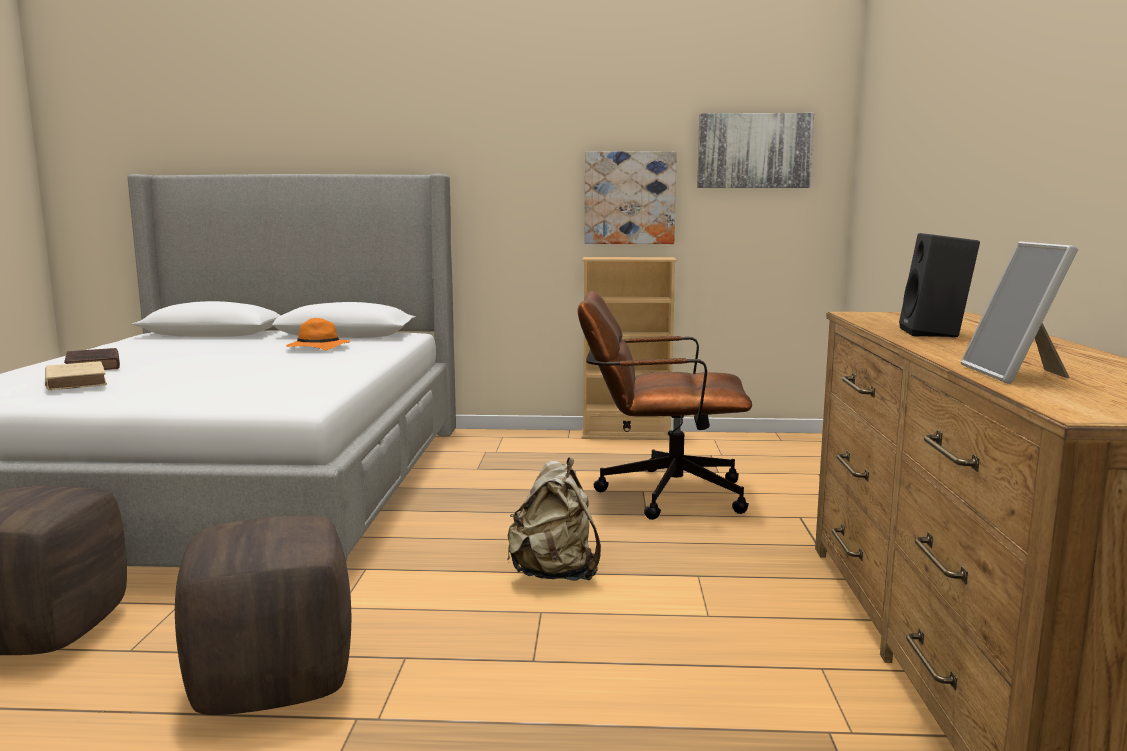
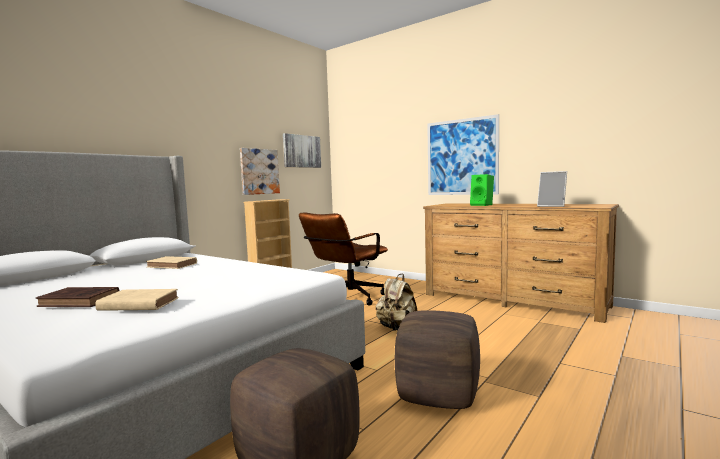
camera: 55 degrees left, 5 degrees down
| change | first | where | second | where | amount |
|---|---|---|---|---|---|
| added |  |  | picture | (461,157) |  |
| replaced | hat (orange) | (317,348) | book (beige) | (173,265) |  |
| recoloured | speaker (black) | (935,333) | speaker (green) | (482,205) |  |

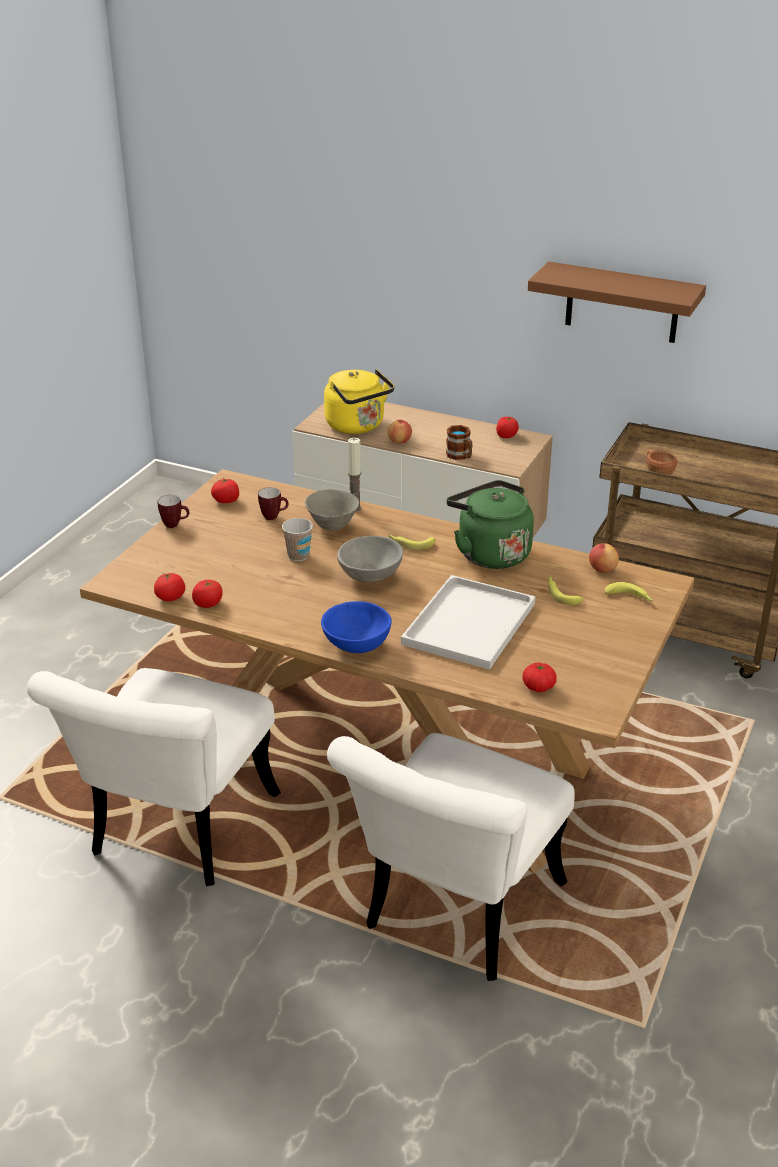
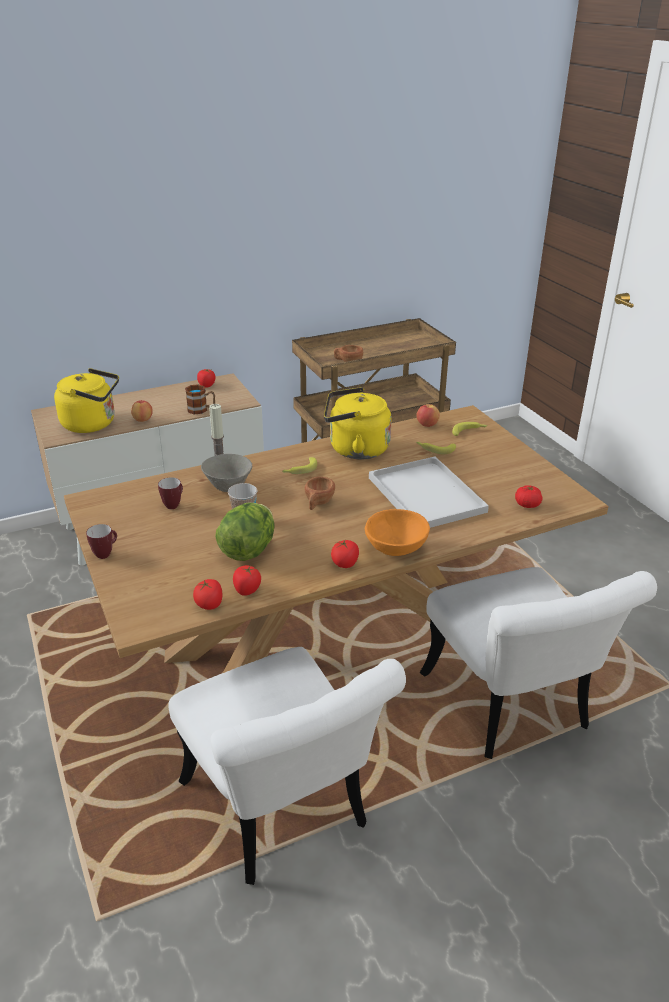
camera: 50 degrees left, 0 degrees up
| change | first | where | second | where | amount |
|---|---|---|---|---|---|
| removed | shelf (brown) | (622,303) |  |  |  |
| added |  |  | lettuce | (248,550) |  |
| moved | tomato | (226,500) |  | (345,563) |  |
| replaced | bowl (grey) | (371,577) | cup (brown) | (318,504) |  |
| recoloured | bowl (blue) | (356,647) | bowl (orange) | (396,550) |  |
| recoloured | kettle (green) | (490,553) | kettle (yellow) | (355,449) |  |

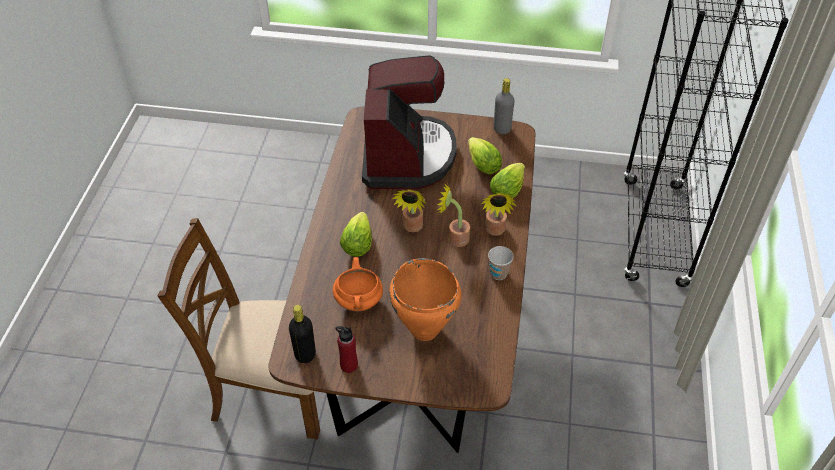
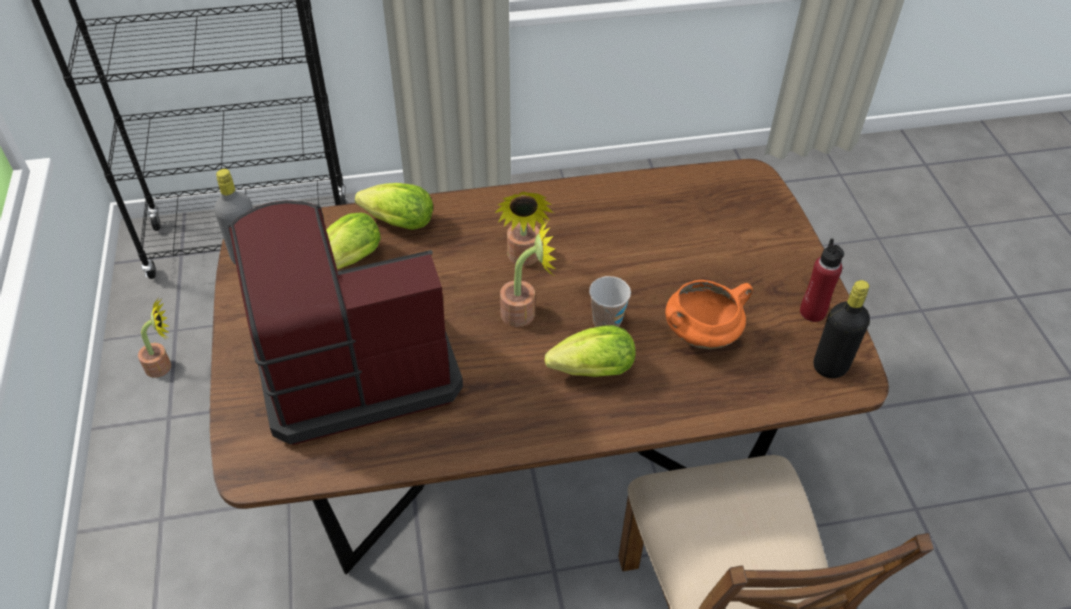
camera: 110 degrees left, 0 degrees up
| change | first | where | second | where | amount |
|---|---|---|---|---|---|
| removed | cooking pot (orange) | (424,330) |  |  |  |
| moved | potted plant | (495,231) |  | (164,366) |  |
| moved | cup | (498,274) |  | (606,322) |  |

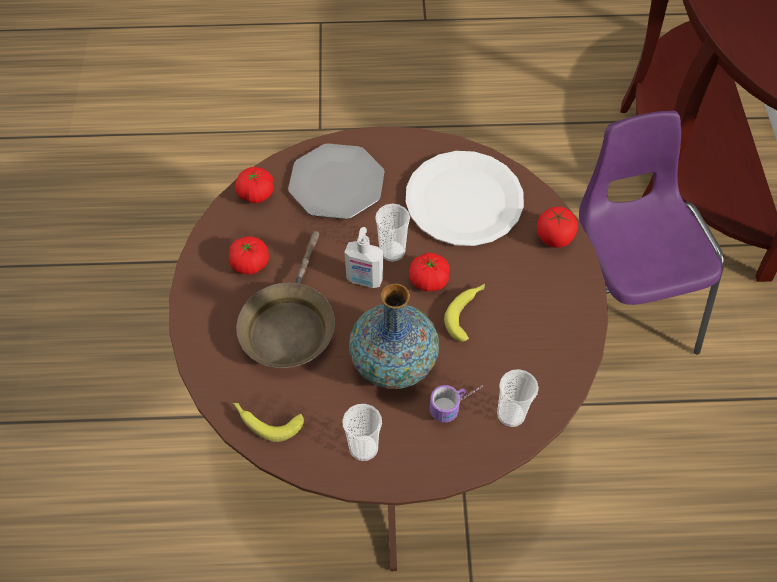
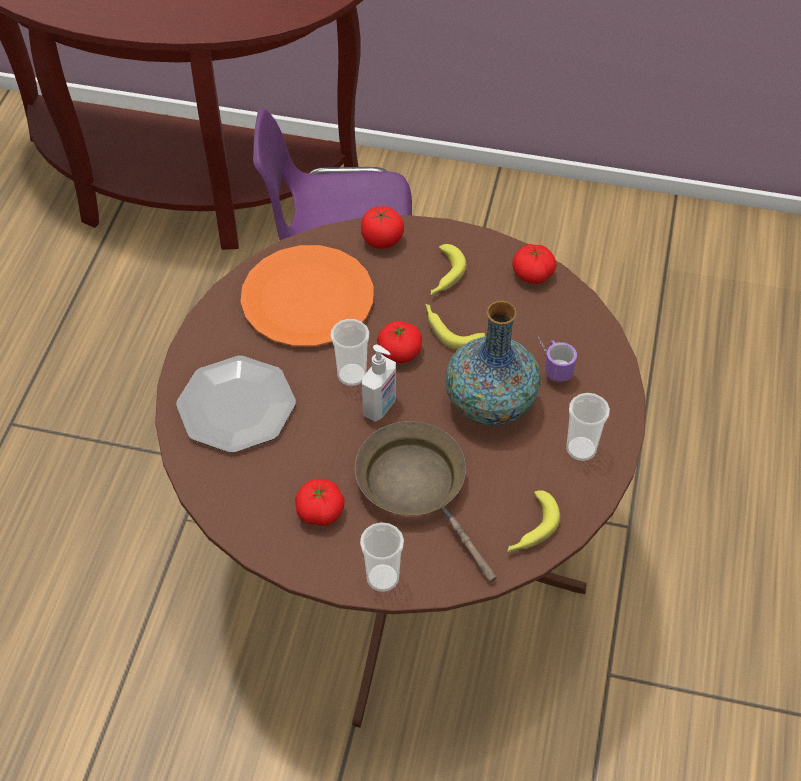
camera: 75 degrees left, 5 degrees down
| change | first | where | second | where | amount |
|---|---|---|---|---|---|
| added |  |  | banana | (443,276) |  |
| moved | tomato | (256,193) |  | (532,274) |  |
| moved | cup | (511,414) |  | (382,578) |  |
| recoloured | plate (white) | (463,200) | plate (orange) | (307,299) |  |
| turned | frying pan (brown) | (289,325) |  | (417,487) | 150 degrees counterclockwise |

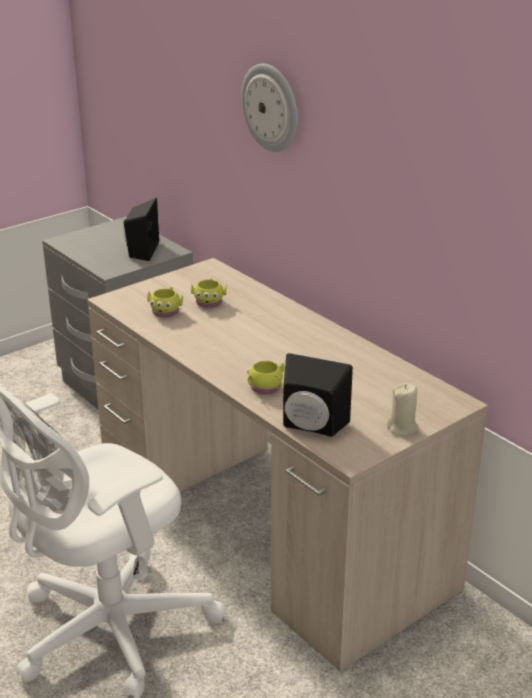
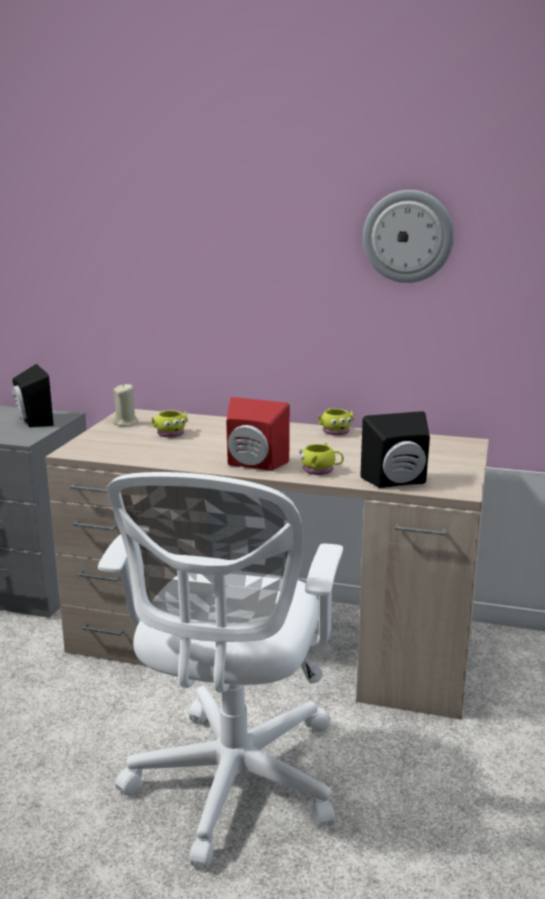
camera: 35 degrees left, 10 degrees down
| change | first | where | second | where | amount |
|---|---|---|---|---|---|
| added |  |  | speaker (red) | (253,465) |  |
| moved | mug (yellow) | (166,310) |  | (334,431) |  |
| moved | wall clock | (271,107) |  | (408,236) |  |
| moved | candle (beige) | (402,427) |  | (126,423) |  |

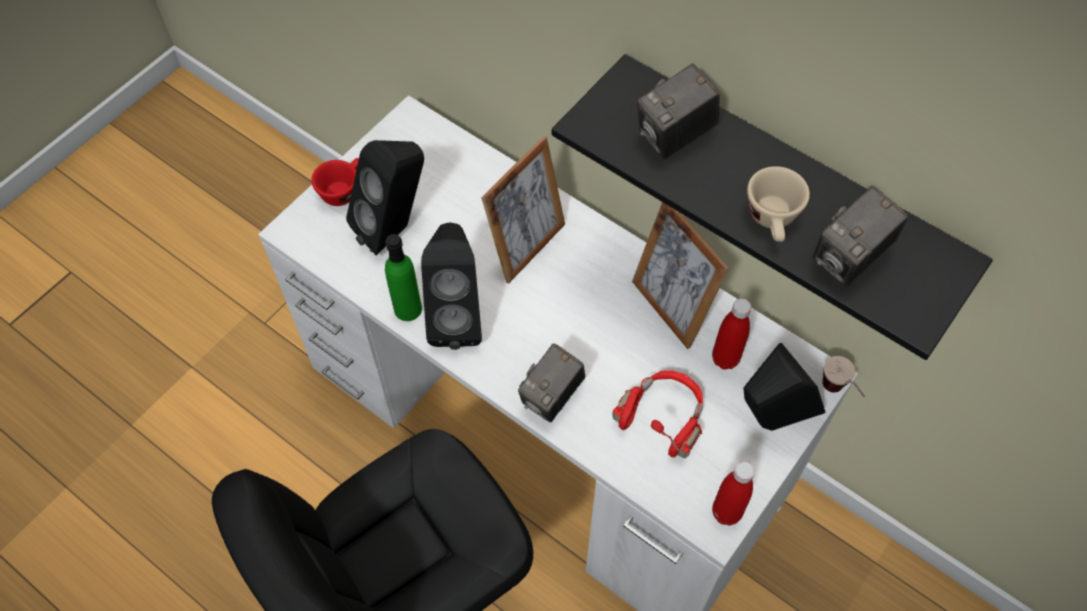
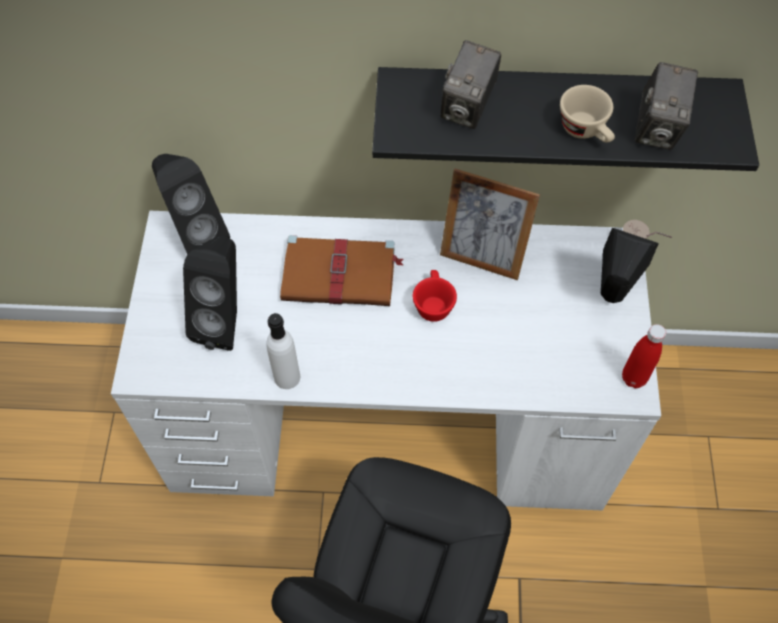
camera: 35 degrees left, 0 degrees up
| change | first | where | second | where | amount |
|---|---|---|---|---|---|
| removed | photo camera | (552,397) |  |  |  |
| removed | headphones (red) | (662,418) |  |  |  |
| removed | bottle (red) | (725,359) |  |  |  |
| moved | cup (red) | (342,190) |  | (432,304) |  |
| moved | speaker (black) | (456,317) |  | (195,236) |  |
| replaced | picture frame | (526,246) | book (brown) | (341,274) |  |
| recoloured | bottle (green) | (408,309) | bottle (white) | (287,377) |  |

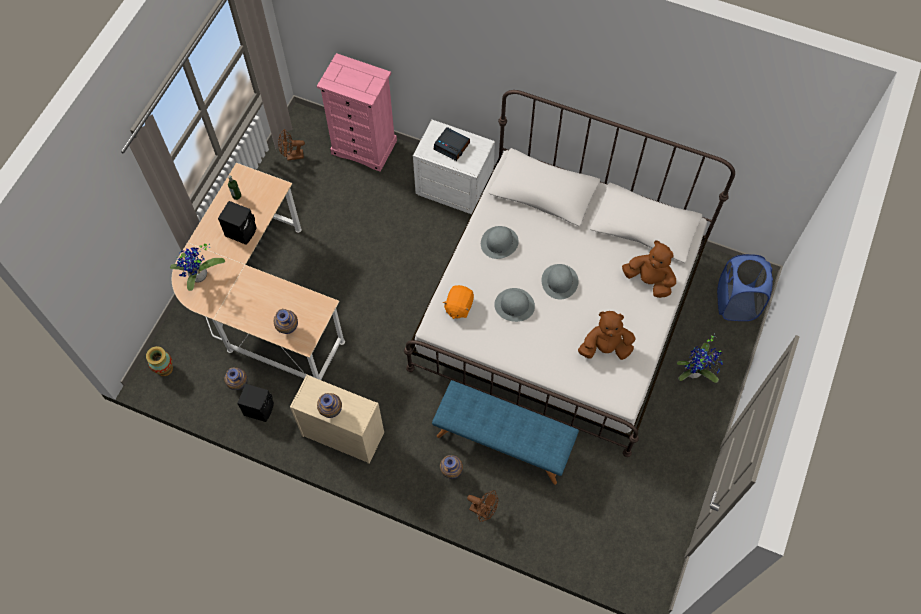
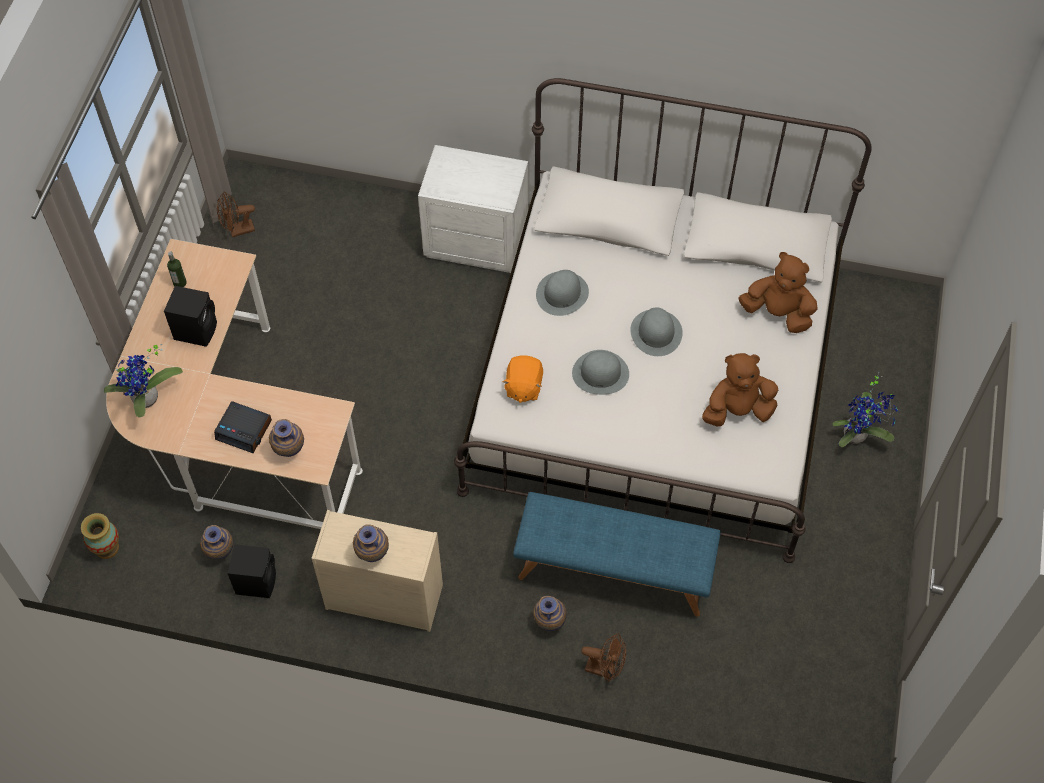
camera: 10 degrees left, 5 degrees down
| change | first | where | second | where | amount |
|---|---|---|---|---|---|
| removed | dresser (pink) | (364,147) |  |  |  |
| removed | laundry basket (blue) | (736,303) |  |  |  |
| moved | alarm clock | (452,146) |  | (244,430) |  |

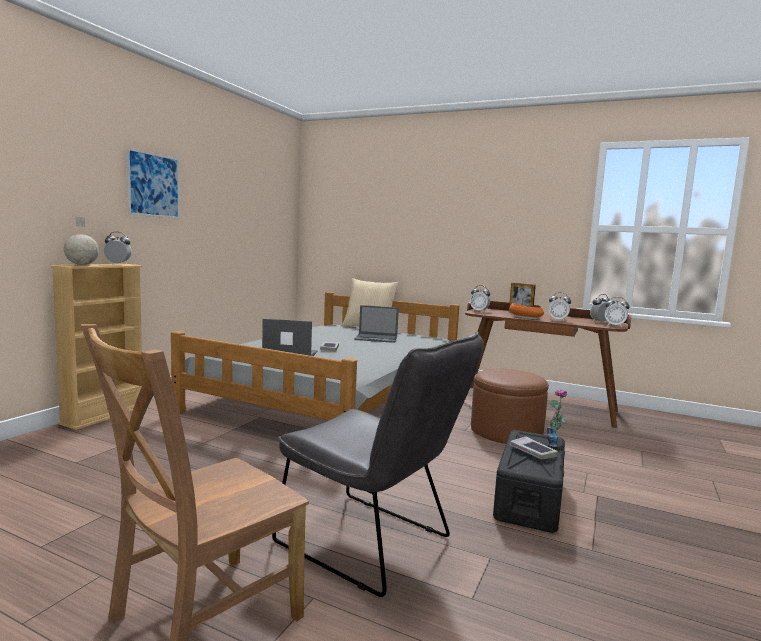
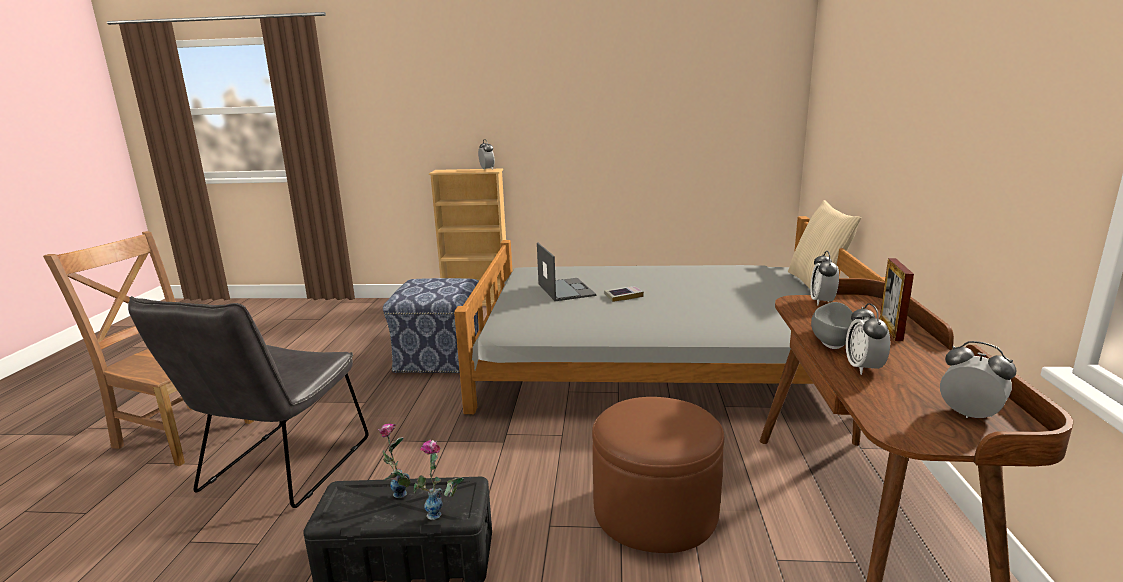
camera: 70 degrees right, 10 degrees up
| change | first | where | second | where | amount |
|---|---|---|---|---|---|
| removed | globe | (81,265) |  |  |  |
| removed | picture | (154,185) |  |  |  |
| removed | laptop | (376,338) |  |  |  |
| removed | alarm clock | (615,326) |  |  |  |
| added |  |  | ottoman | (439,358) |  |
| replaced | book | (532,452) | vase | (399,500) |  |
| recoloured | bowl (orange) | (525,317) | bowl (grey) | (832,338) |  |

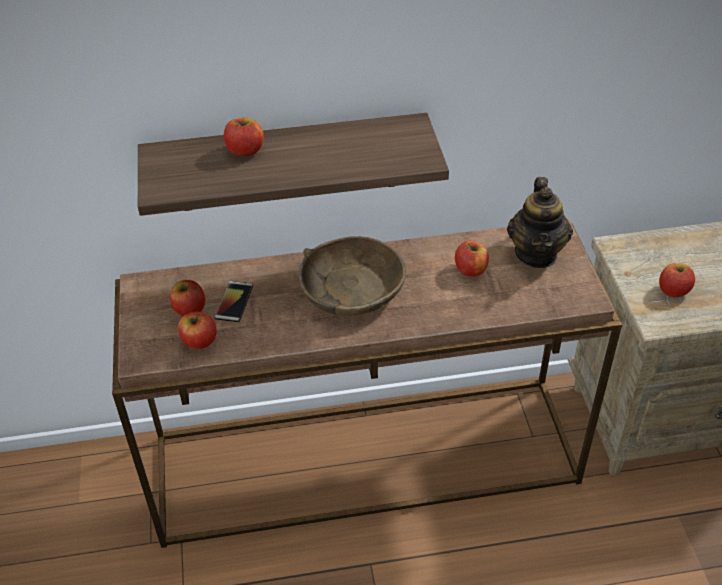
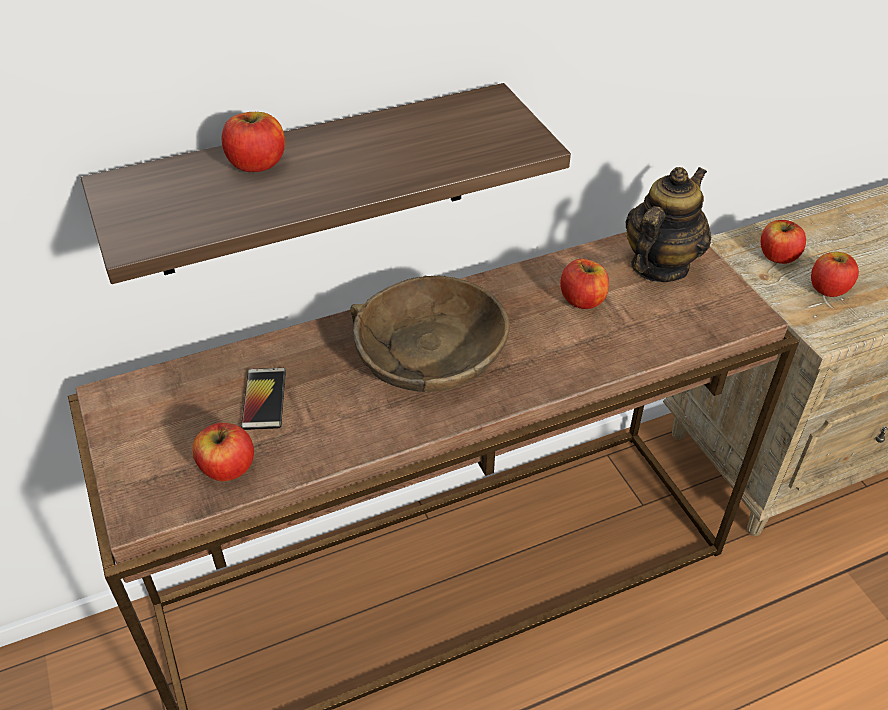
camera: 15 degrees left, 0 degrees up
| change | first | where | second | where | amount |
|---|---|---|---|---|---|
| moved | apple | (189,309) |  | (777,256) |  |
| turned | teapot | (536,253) |  | (659,266) | 135 degrees counterclockwise |

